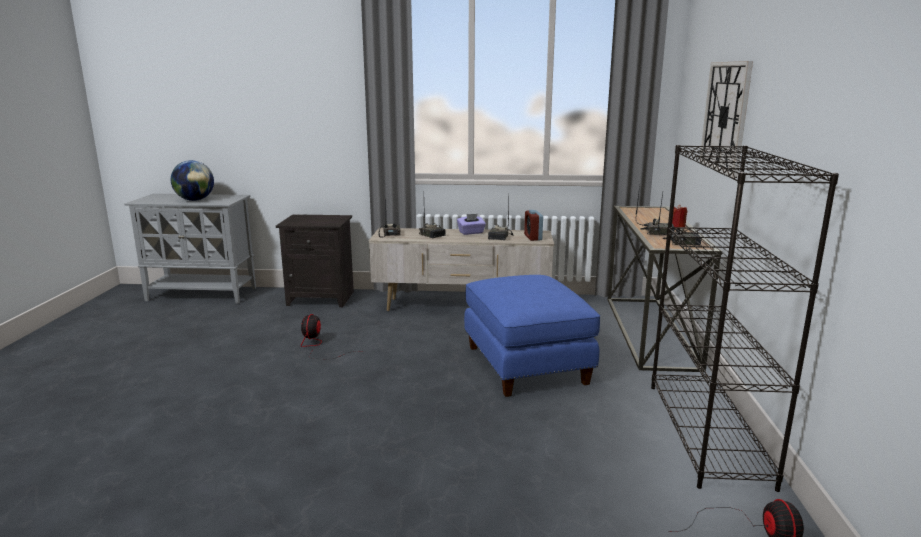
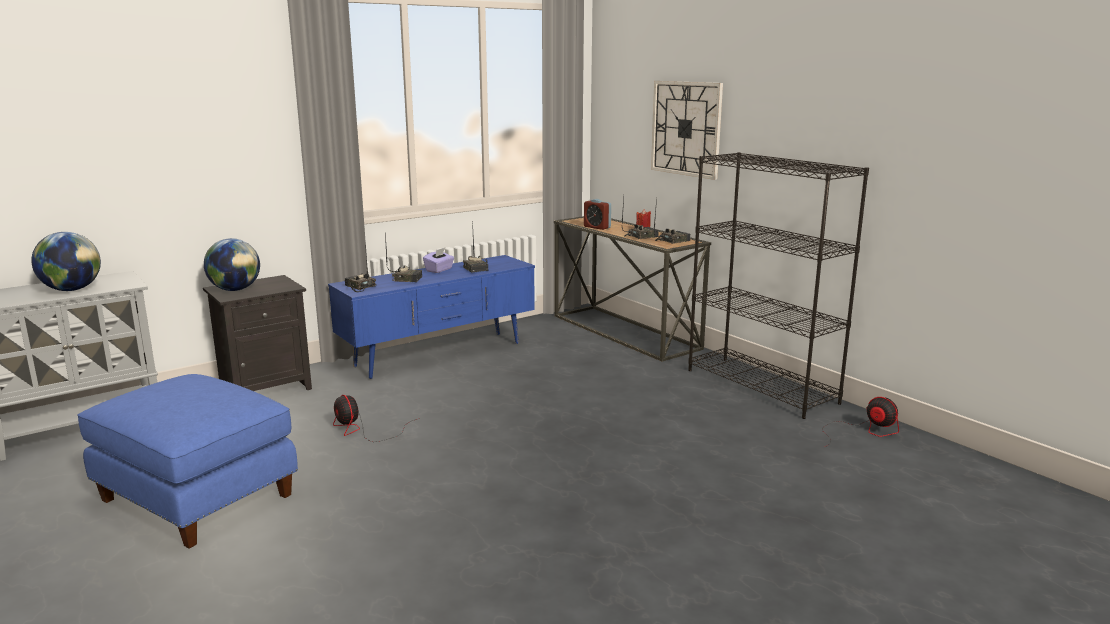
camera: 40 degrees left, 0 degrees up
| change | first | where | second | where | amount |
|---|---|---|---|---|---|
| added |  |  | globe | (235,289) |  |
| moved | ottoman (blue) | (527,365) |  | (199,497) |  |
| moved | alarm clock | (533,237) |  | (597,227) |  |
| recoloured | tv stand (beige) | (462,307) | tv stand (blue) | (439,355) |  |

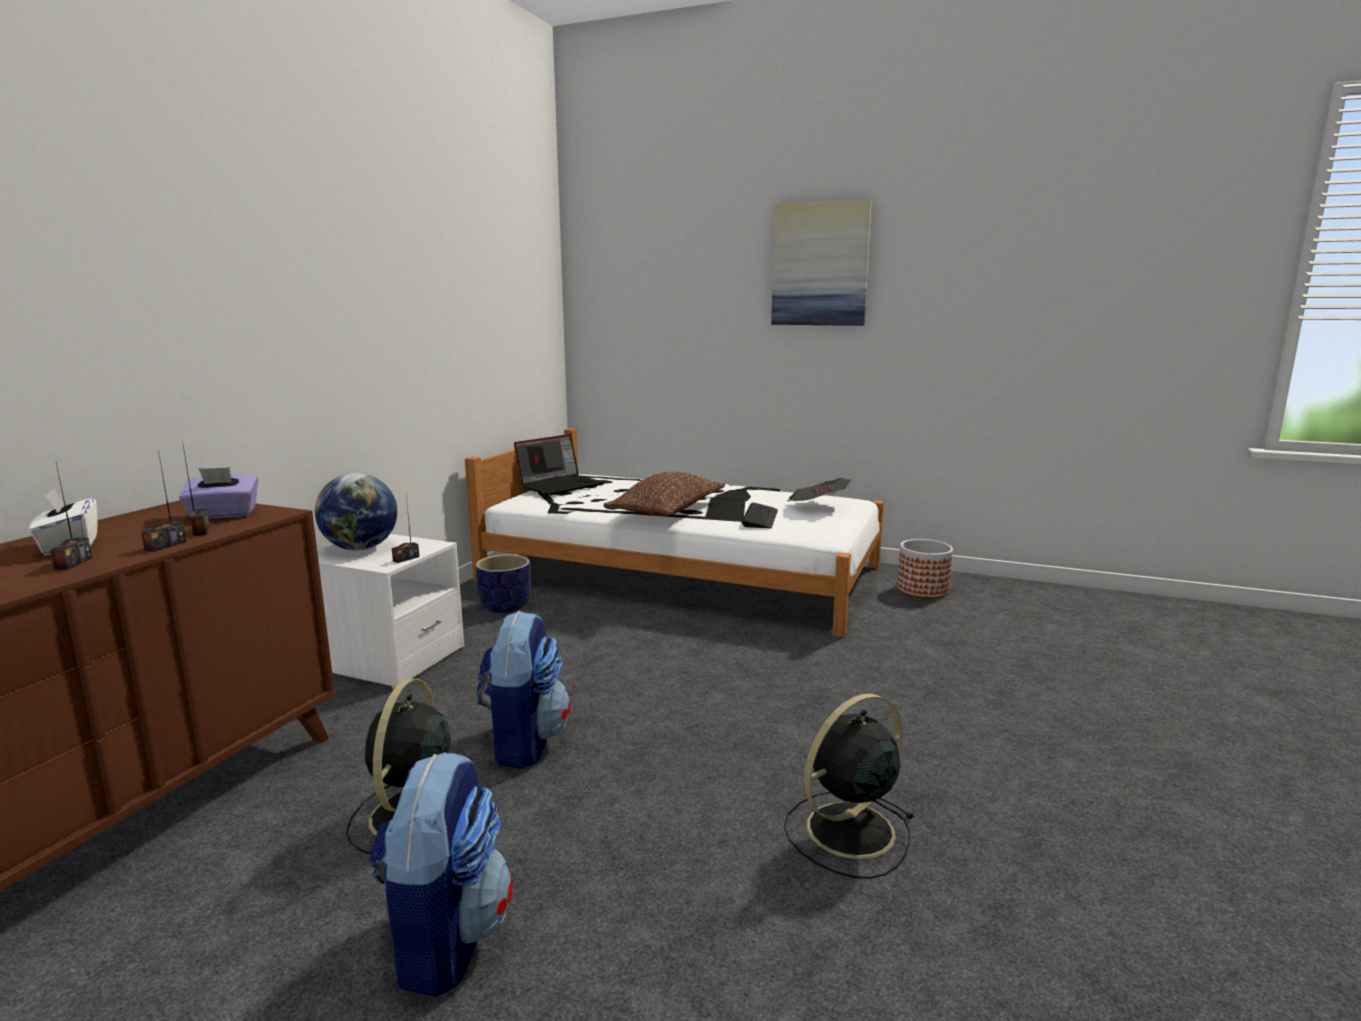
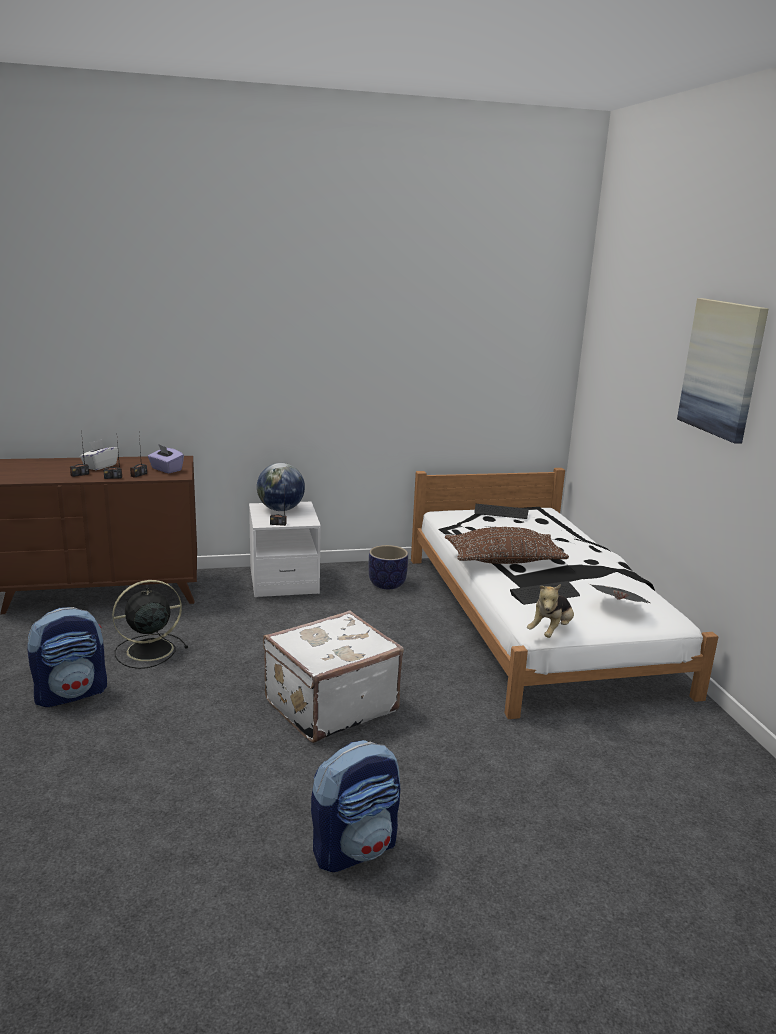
camera: 55 degrees right, 5 degrees up
| change | first | where | second | where | amount |
|---|---|---|---|---|---|
| removed | fan (black) | (847,832) |  |  |  |
| removed | planter | (923,590) |  |  |  |
| added |  |  | suitcase (white) | (329,705) |  |
| added |  |  | plush toy | (551,631) |  |
| moved | backpack | (523,742) |  | (355,848) |  |
| replaced | laptop | (561,485) | keyboard | (501,513) |  |

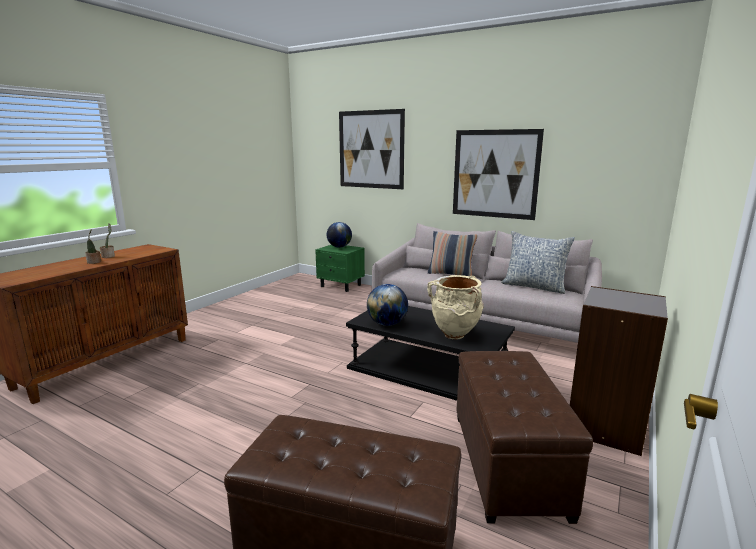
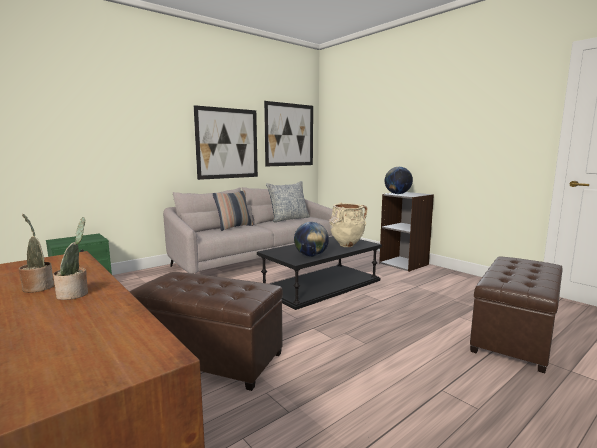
camera: 70 degrees left, 5 degrees down
| change | first | where | second | where | amount |
|---|---|---|---|---|---|
| moved | globe | (339,247) |  | (397,194) |  |
| moved | picture | (371,149) |  | (289,135) |  |
| moved | ottoman (brown) | (508,462) |  | (209,357) |  |

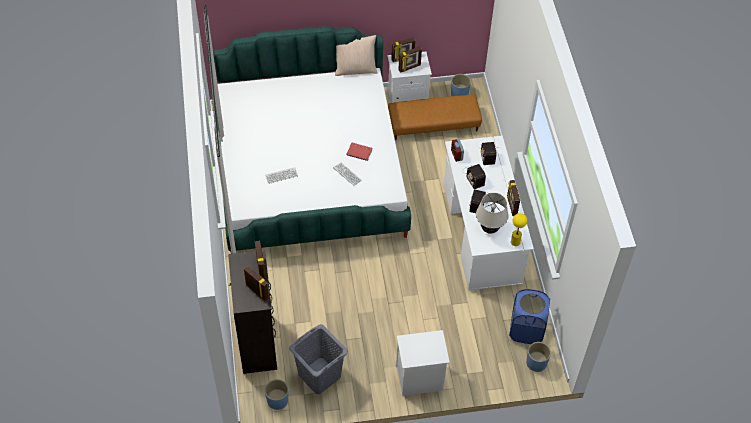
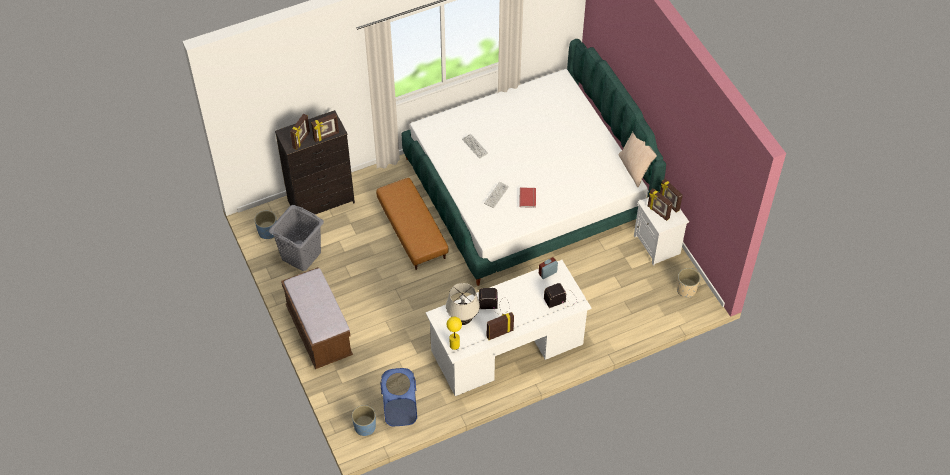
camera: 75 degrees right, 0 degrees up
| change | first | where | second | where | amount |
|---|---|---|---|---|---|
| removed | radio | (473,176) |  |  |  |
| moved | ottoman (brown) | (433,123) |  | (413,230) |  |
| replaced | nightstand (white) | (419,379) | bench (brown) | (319,332) |  |
| recoloured | planter (blue) | (459,94) | planter (beige) | (686,289) |  |

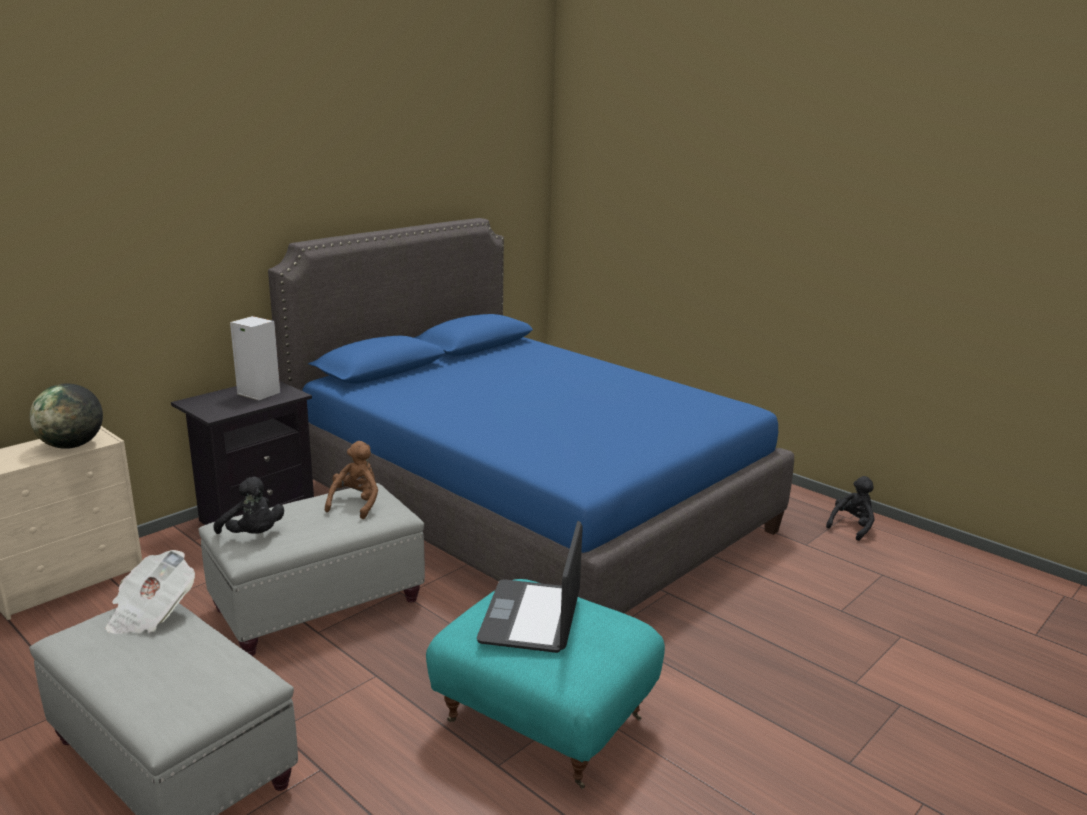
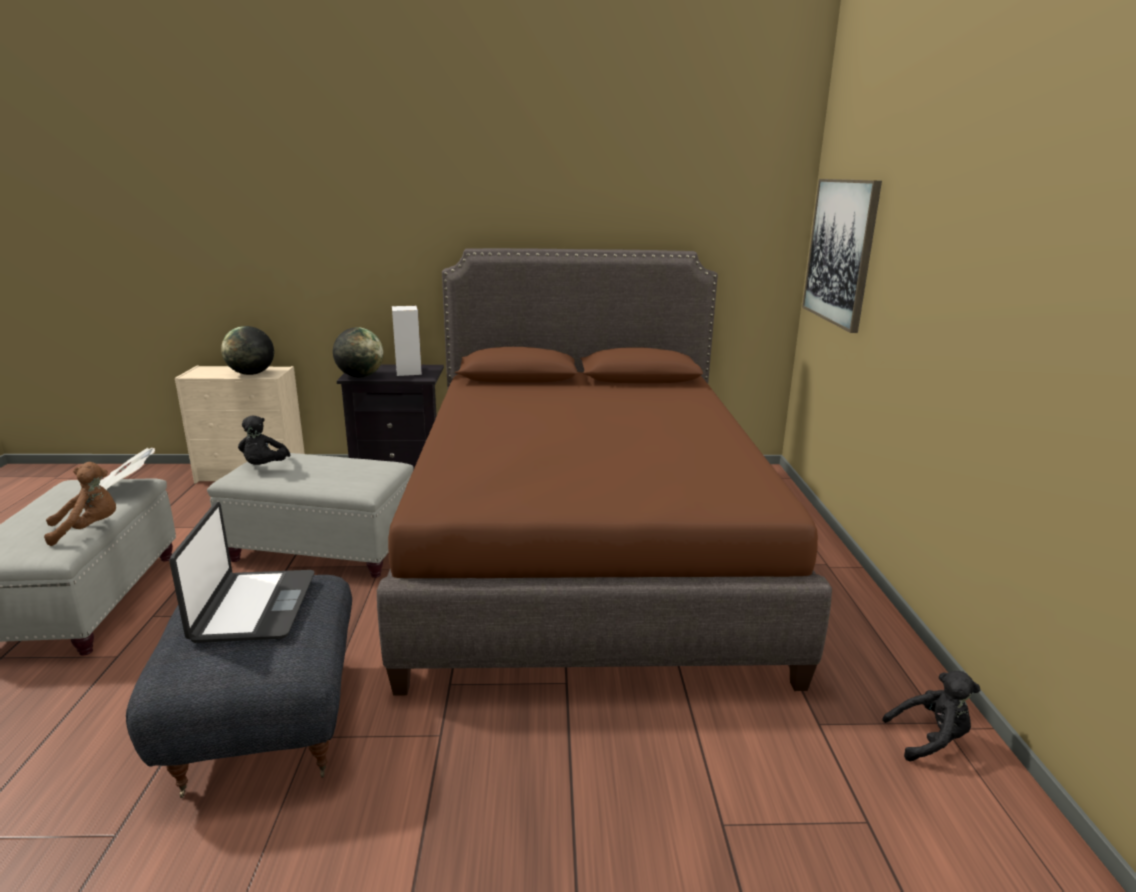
camera: 45 degrees right, 0 degrees up
| change | first | where | second | where | amount |
|---|---|---|---|---|---|
| added |  |  | globe | (360,376) |  |
| added |  |  | picture | (840,251) |  |
| moved | plush toy (brown) | (356,504) |  | (88,529) |  |
| recoloured | bed (blue) | (526,509) | bed (brown) | (584,548) |  |
| recoloured | ottoman (turquoise) | (542,723) | ottoman (grey) | (265,723) |  |
| turned | laptop | (532,617) |  | (253,607) | 120 degrees clockwise |

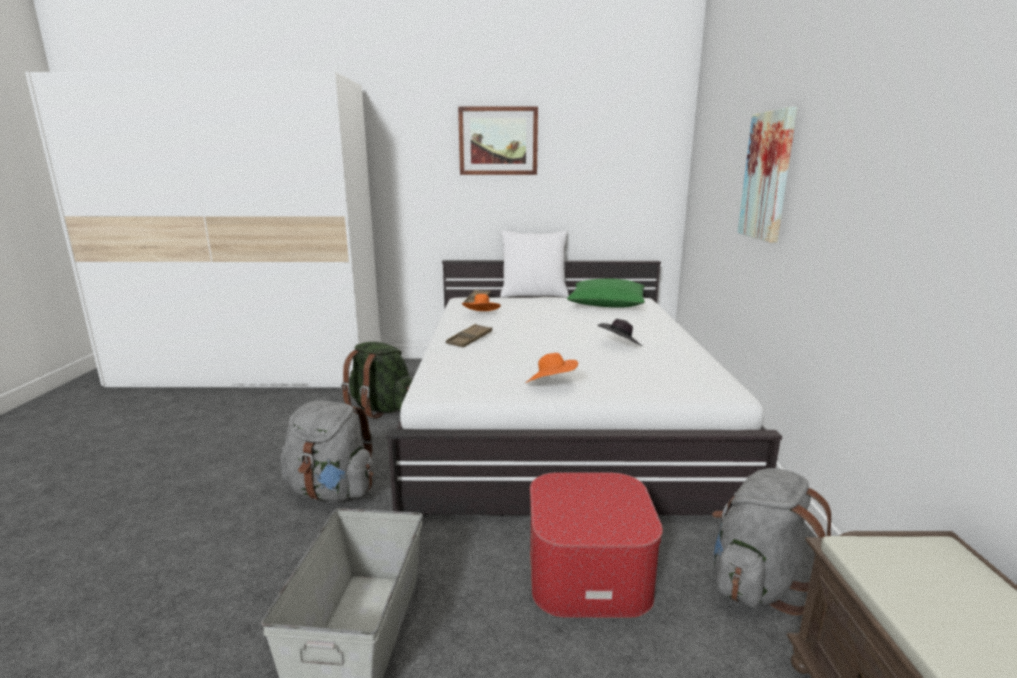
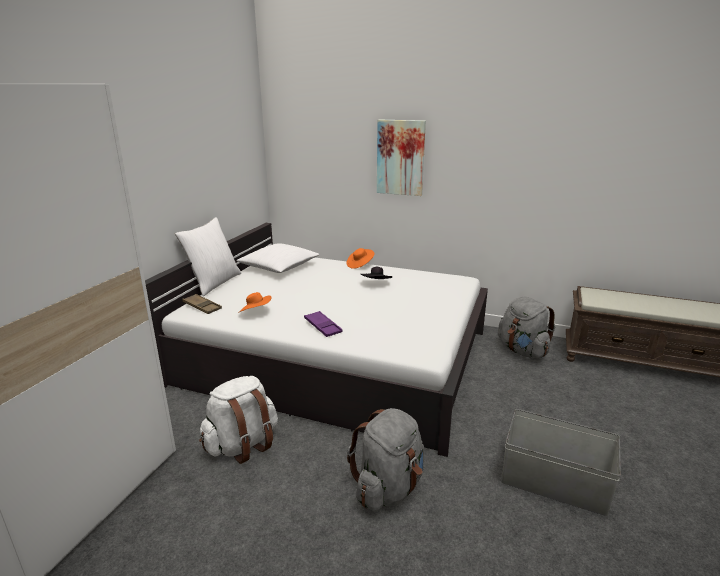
camera: 70 degrees left, 5 degrees up
| change | first | where | second | where | amount |
|---|---|---|---|---|---|
| removed | picture | (498,141) |  |  |  |
| removed | ottoman | (589,571) |  |  |  |
| moved | hat (orange) | (551,384) |  | (360,265) |  |
| recoloured | backpack (green) | (380,409) | backpack (white) | (242,445) |  |
| recoloured | tray (brown) | (469,339) | tray (purple) | (323,327) |  |
| recoloured | pillow (green) | (606,304) | pillow (white) | (279,267) |  |

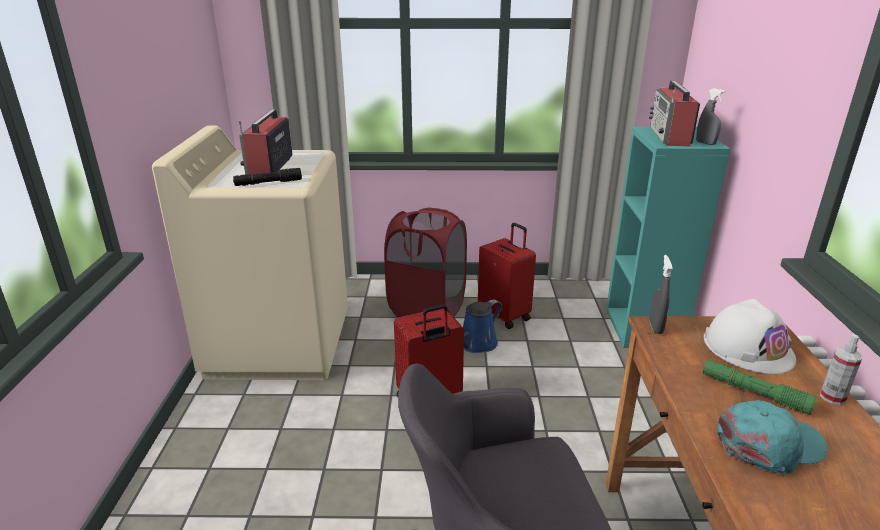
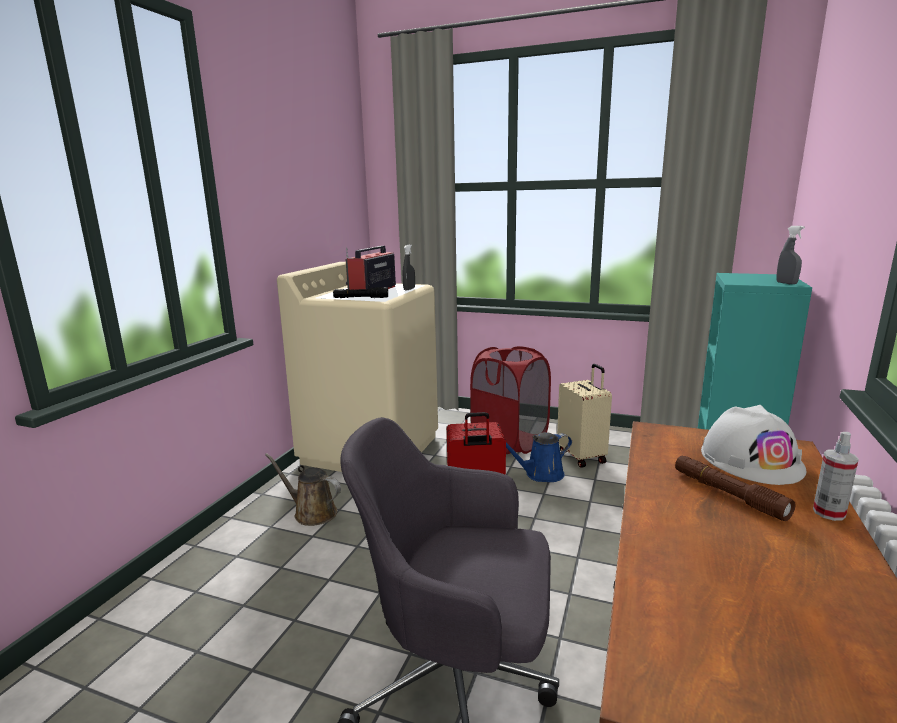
camera: 20 degrees right, 10 degrees down
| change | first | where | second | where | amount |
|---|---|---|---|---|---|
| removed | radio | (670,136) |  |  |  |
| removed | cap (turquoise) | (769,445) |  |  |  |
| added |  |  | watering can (brown) | (312,513) |  |
| moved | spray bottle (grey) | (655,327) |  | (409,289) |  |
| recoloured | suitcase (red) | (505,315) | suitcase (beige) | (582,456) |  |
| recoloured | flashlight (green) | (754,393) | flashlight (brown) | (728,494) |  |

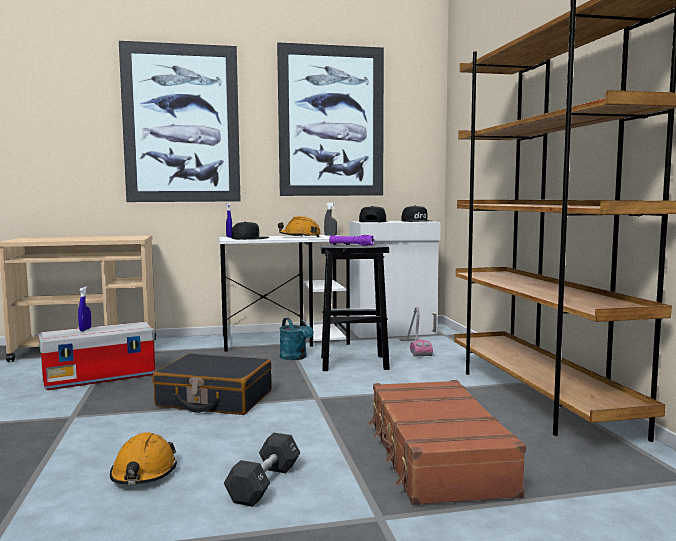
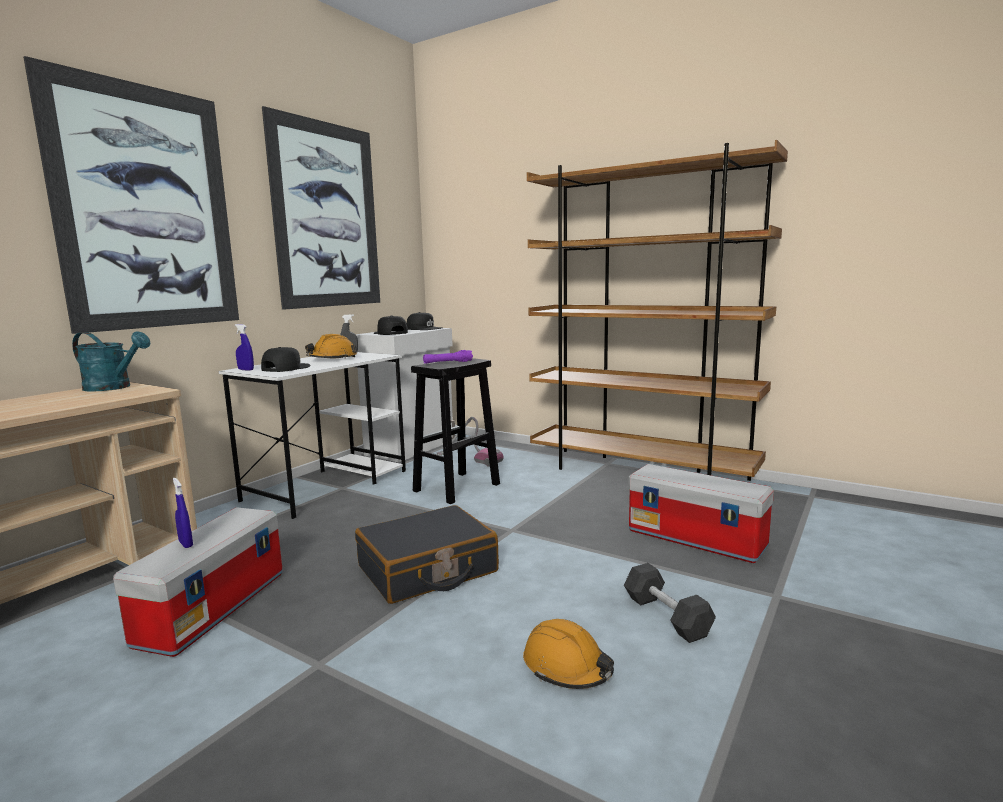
camera: 45 degrees left, 5 degrees up
| change | first | where | second | where | amount |
|---|---|---|---|---|---|
| moved | watering can (turquoise) | (295,358) |  | (114,388) |  |
| replaced | suitcase (brown) | (436,457) | storage box | (697,539) |  |

